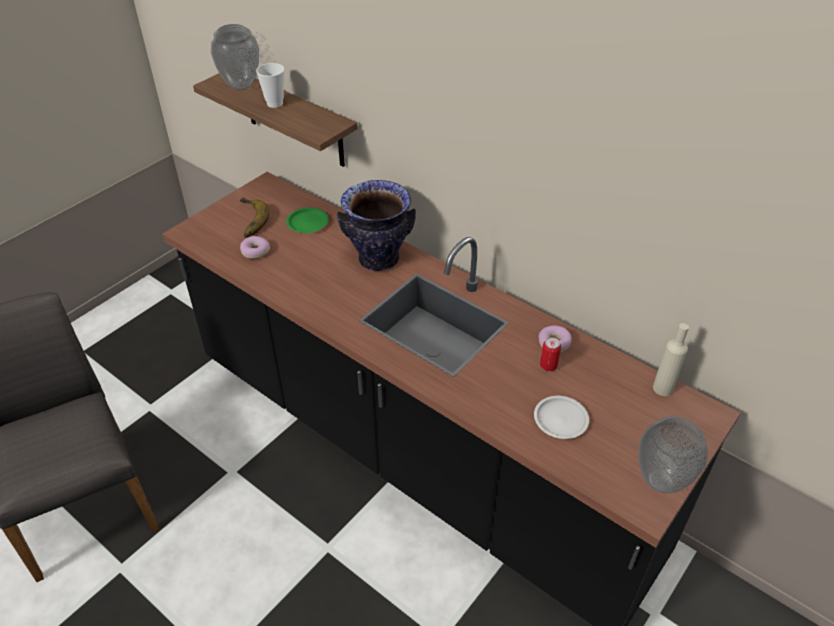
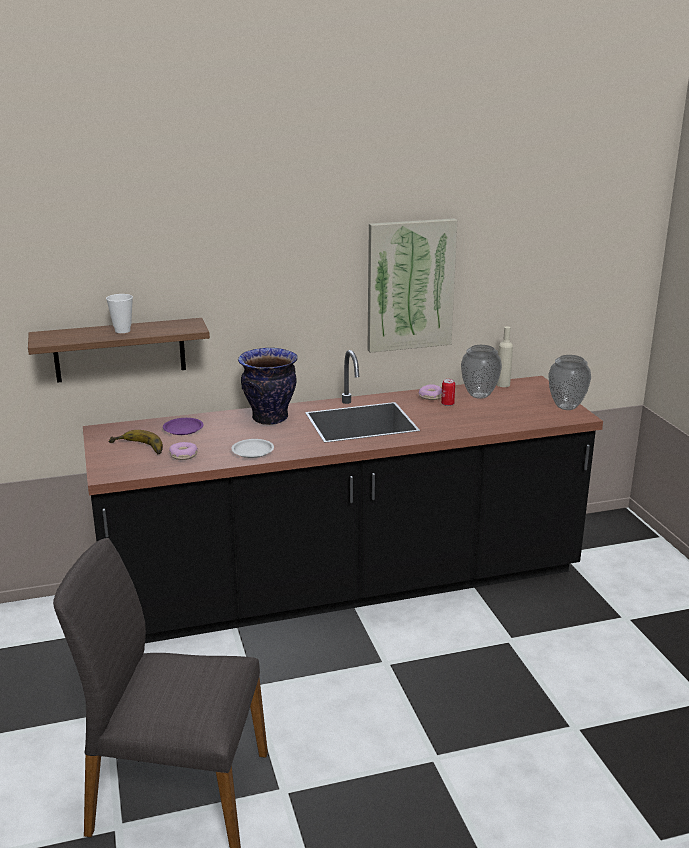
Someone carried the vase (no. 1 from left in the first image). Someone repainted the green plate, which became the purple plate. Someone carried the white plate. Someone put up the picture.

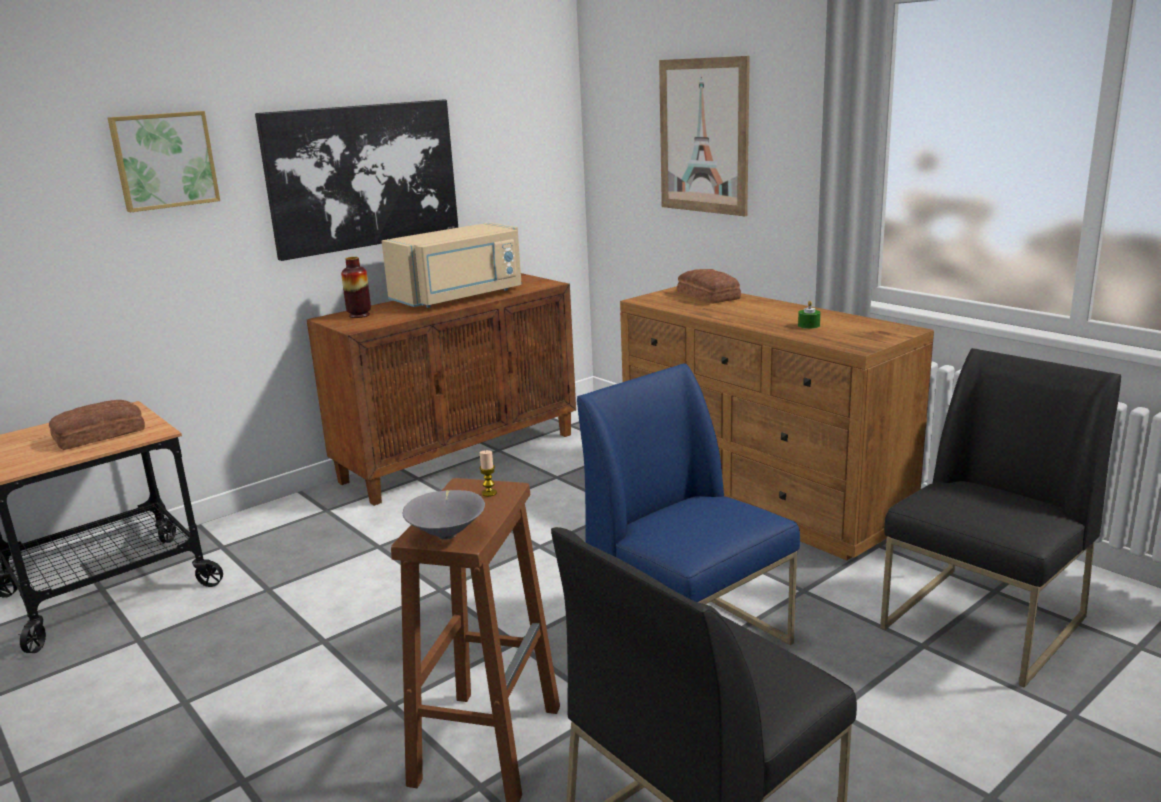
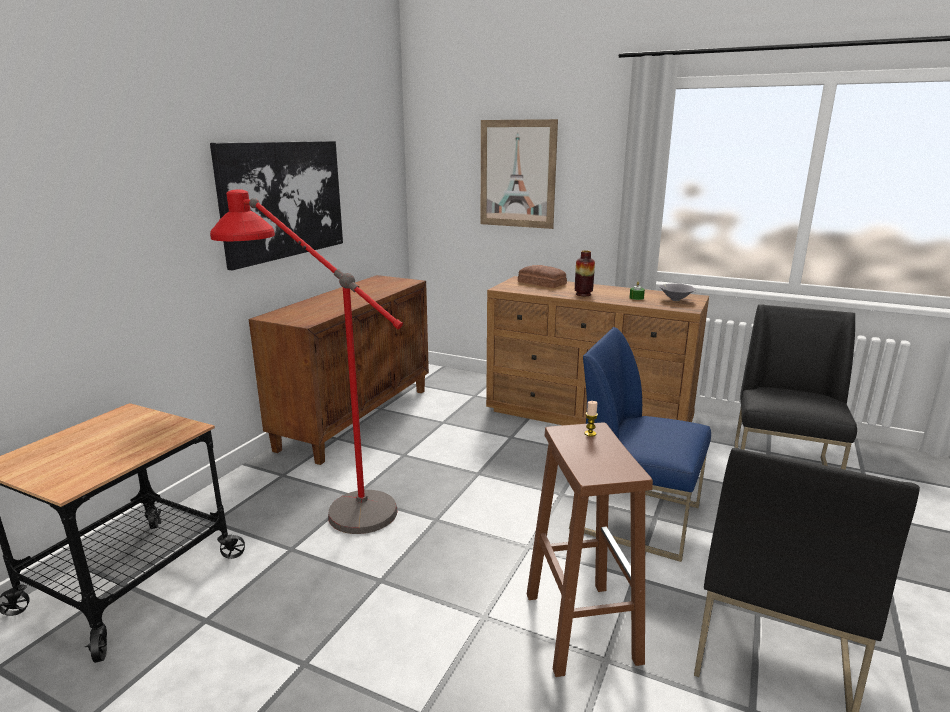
Someone took away the bread (no. 1 from left). Someone took away the picture (no. 1 from left). Someone carried the vase. Someone took away the beige microwave. Someone carried the grey bowl. Someone put down the red floor lamp.

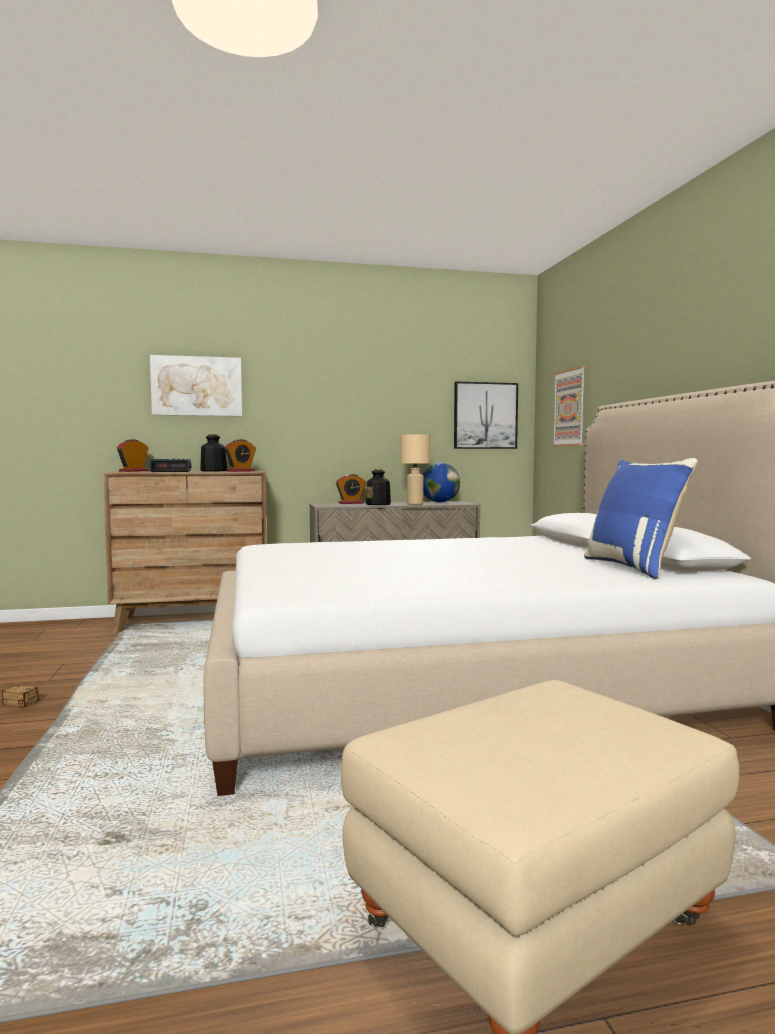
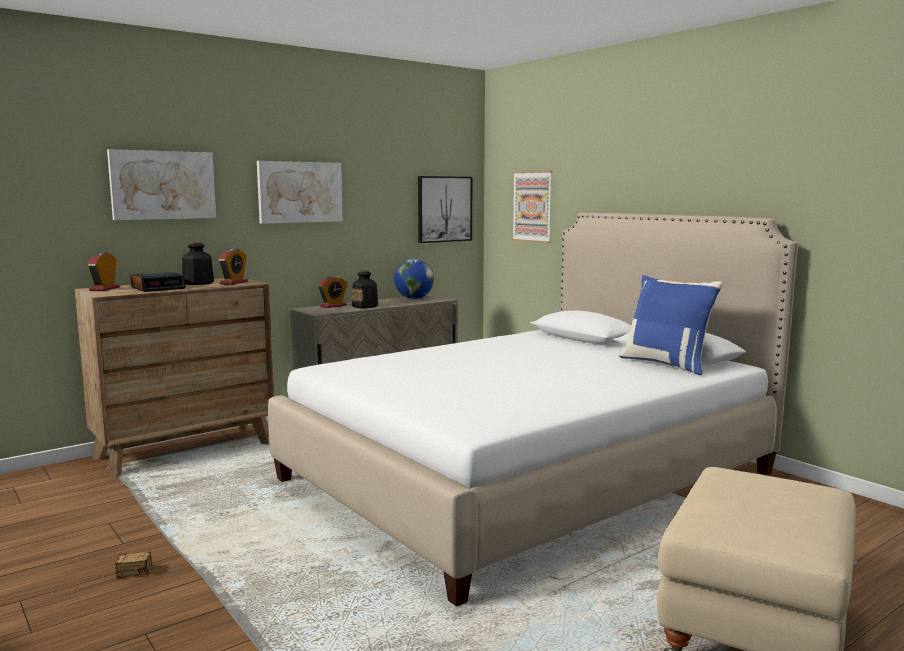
Someone took away the beige table lamp. Someone put up the picture (no. 2 from left).

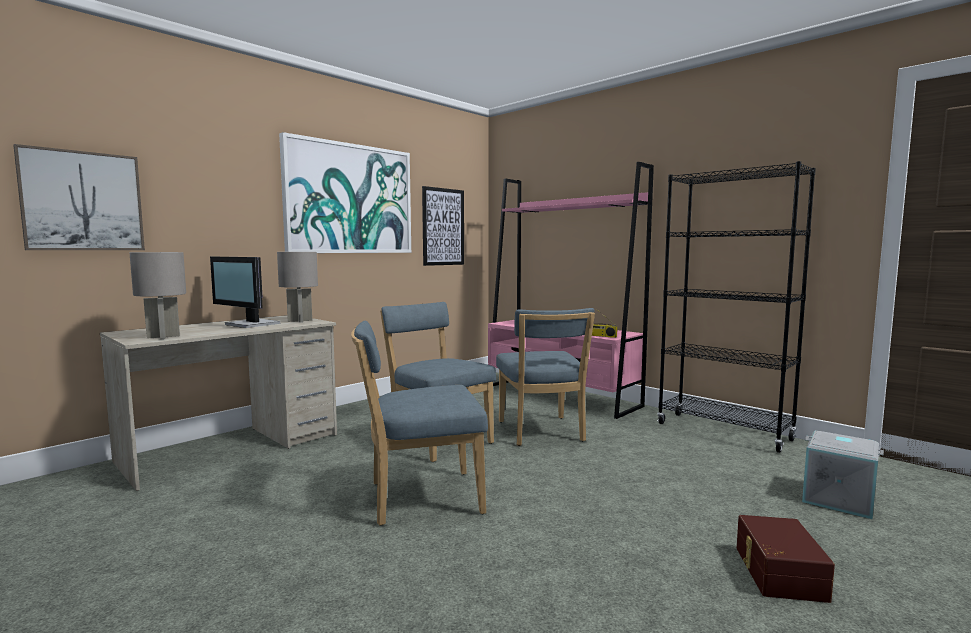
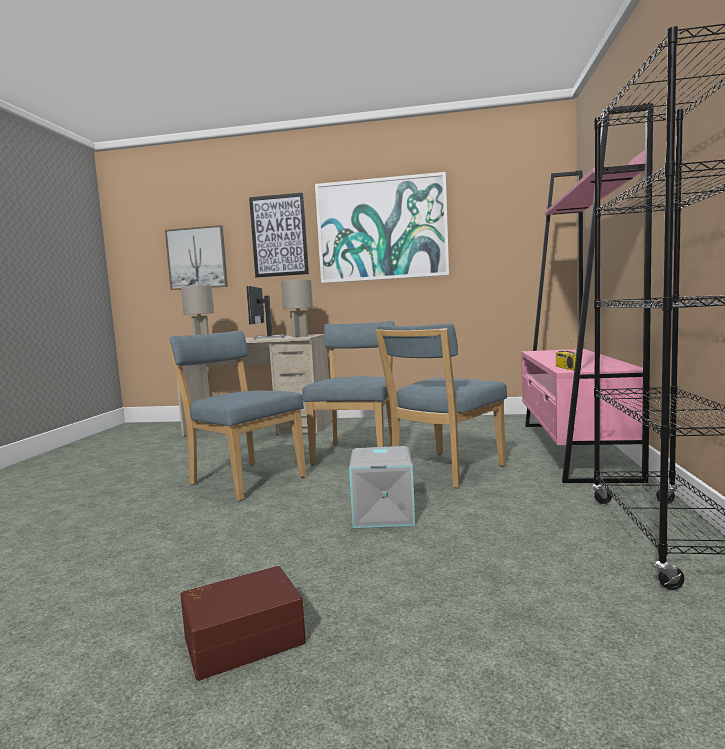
Someone carried the picture (no. 3 from left in the first image). Someone carried the grey storage box.

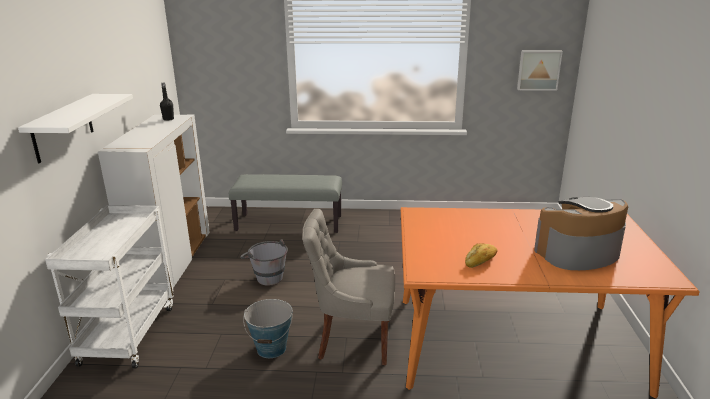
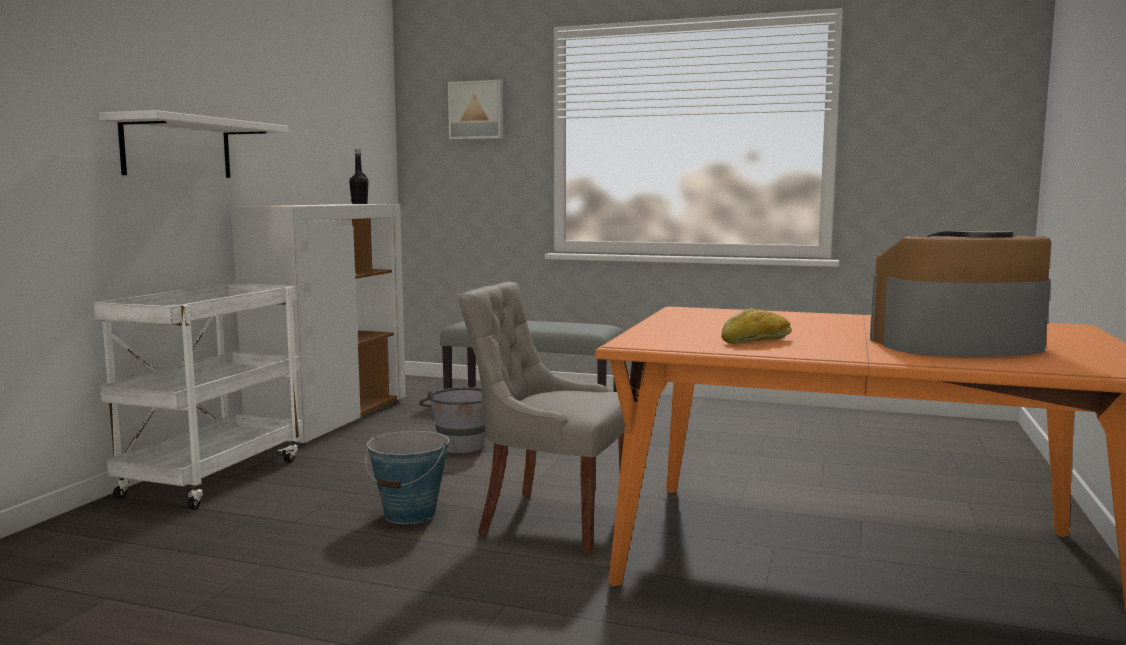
Someone carried the picture.

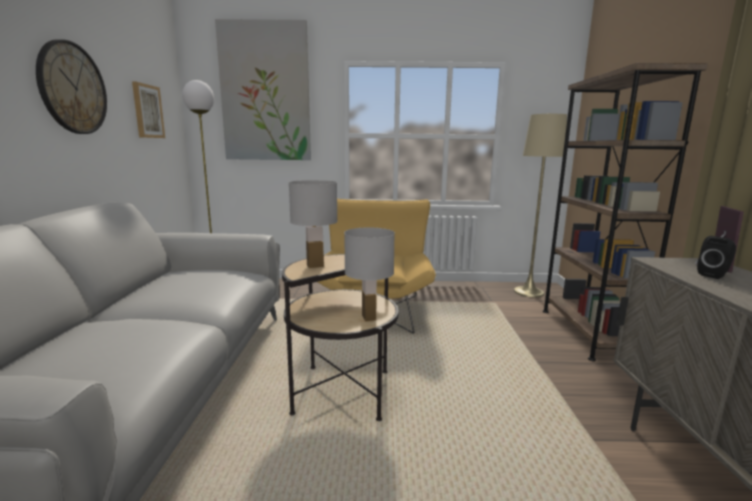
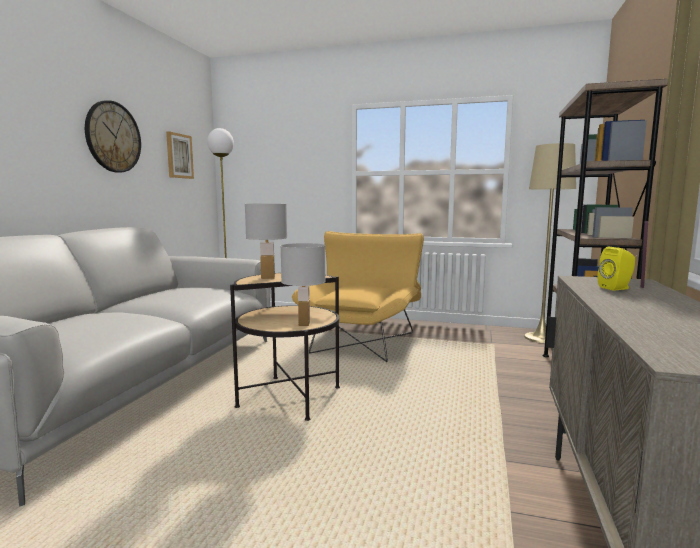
Someone took away the picture (no. 2 from left). Someone repainted the black speaker, which became the yellow speaker.

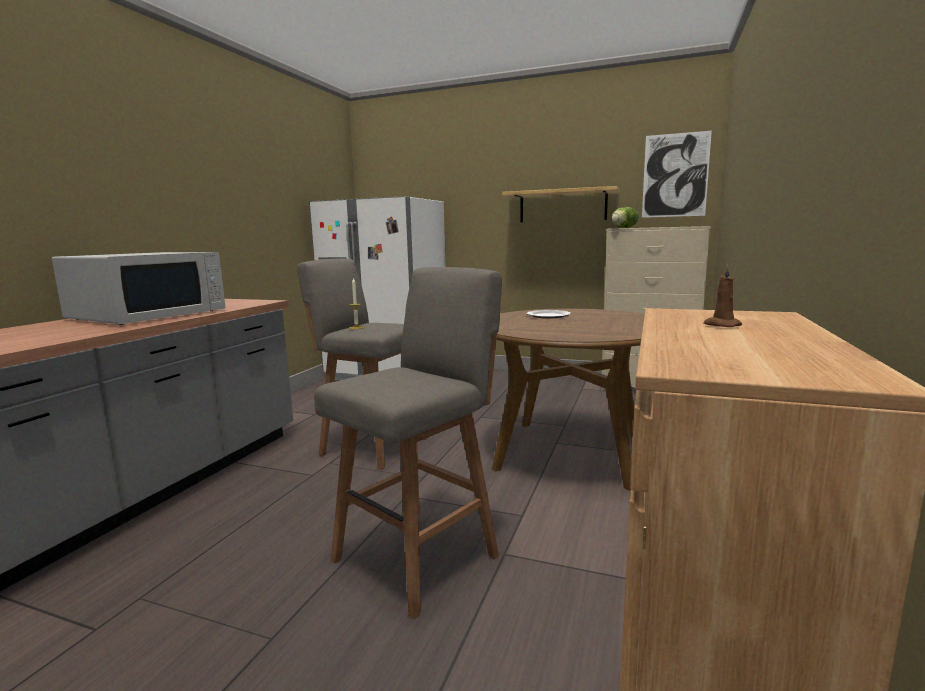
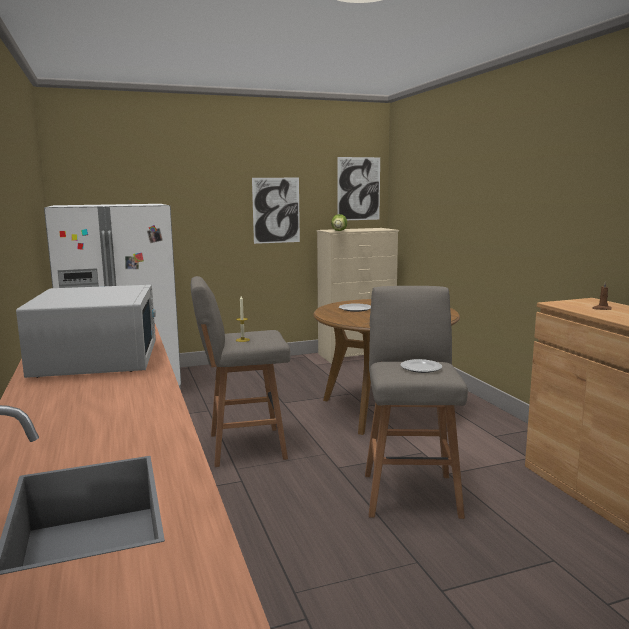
Someone swapped the shelf for the picture (no. 1 from left). Someone put down the plate (no. 2 from left).

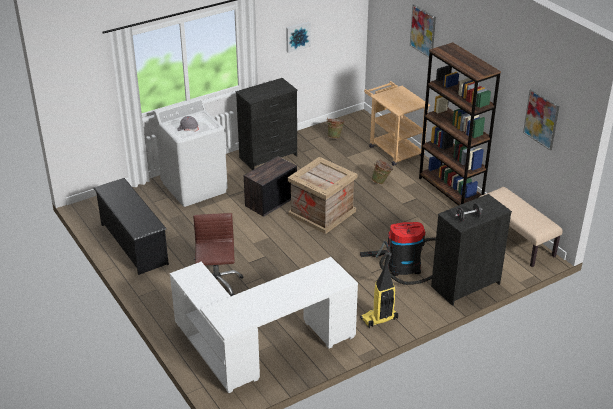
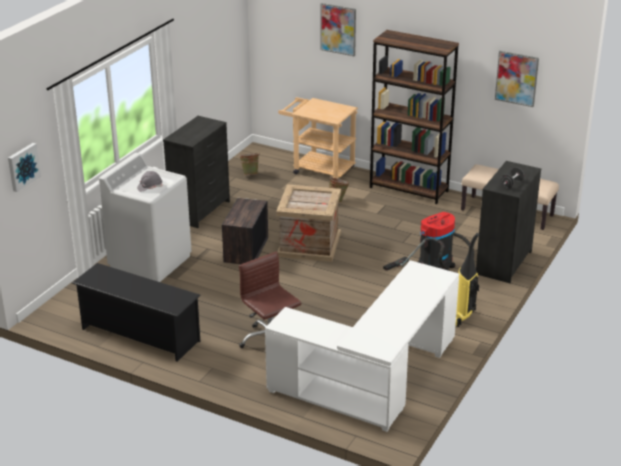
Someone carried the picture (no. 1 from left).

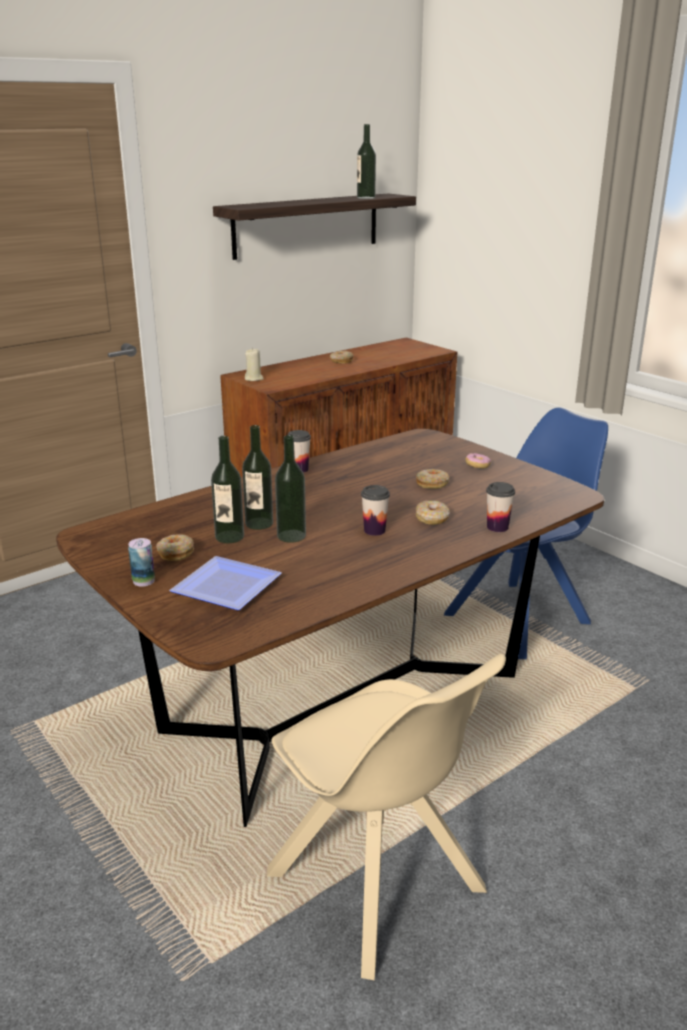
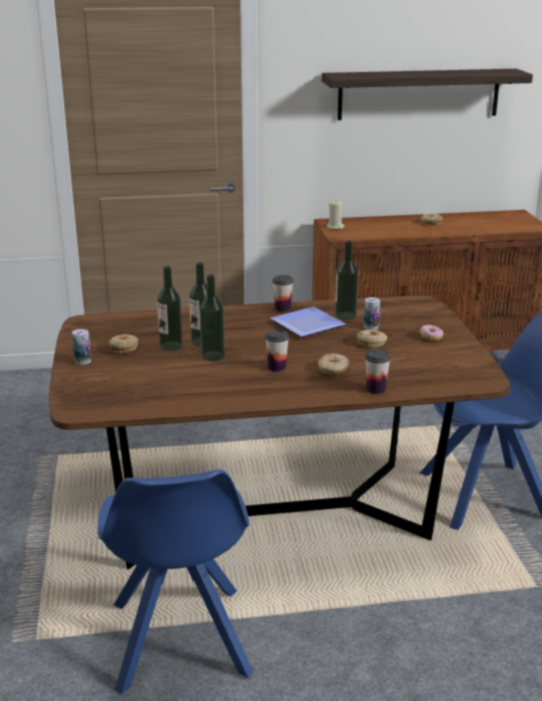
Someone carried the plate. Someone repainted the beige chair, which became the blue chair (no. 1 from left). Someone carried the bottle (no. 4 from left). Someone put down the can (no. 2 from left).

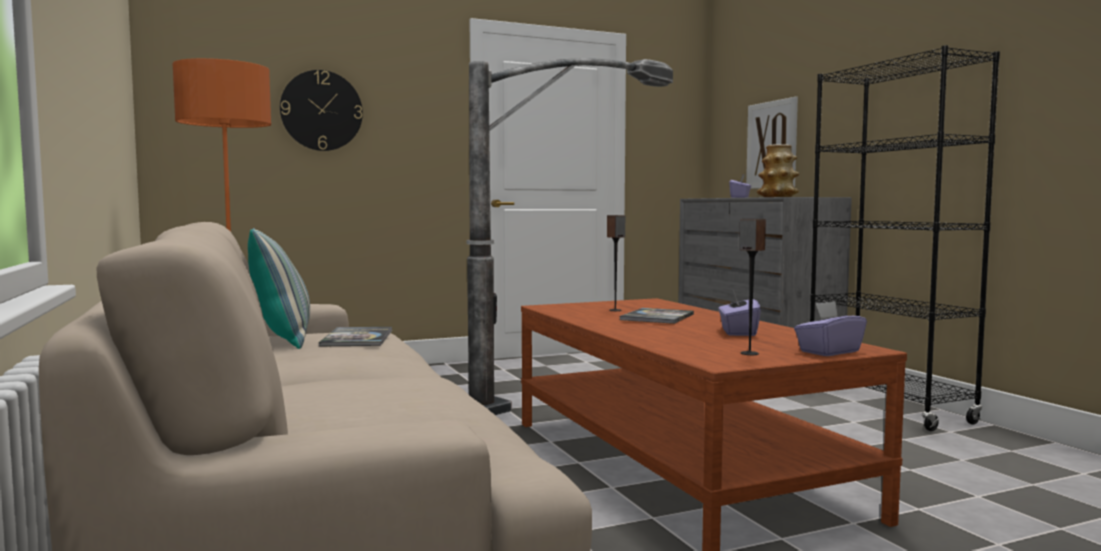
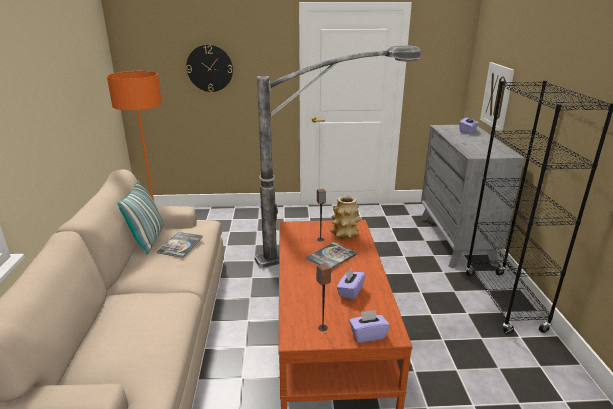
Someone carried the vase.

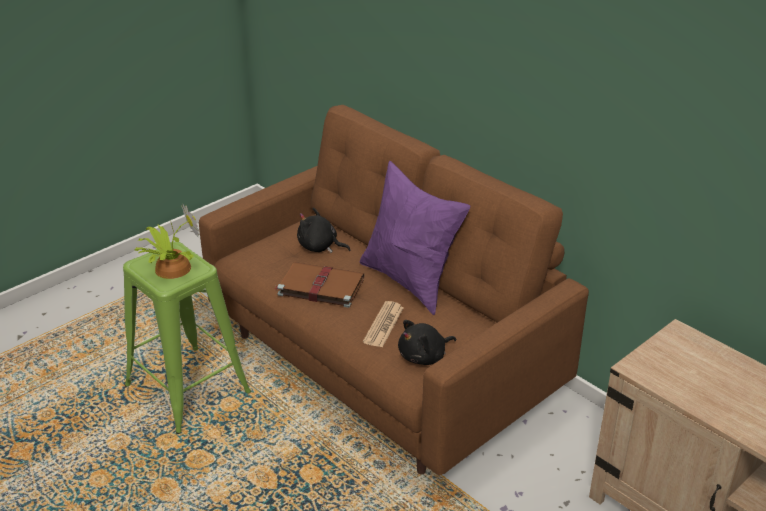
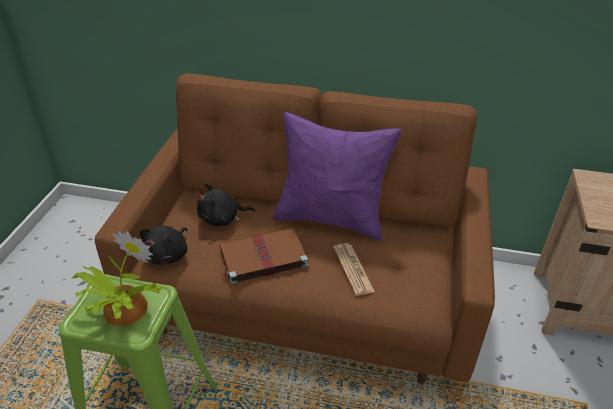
Someone carried the black plush toy (no. 2 from left in the first image).

